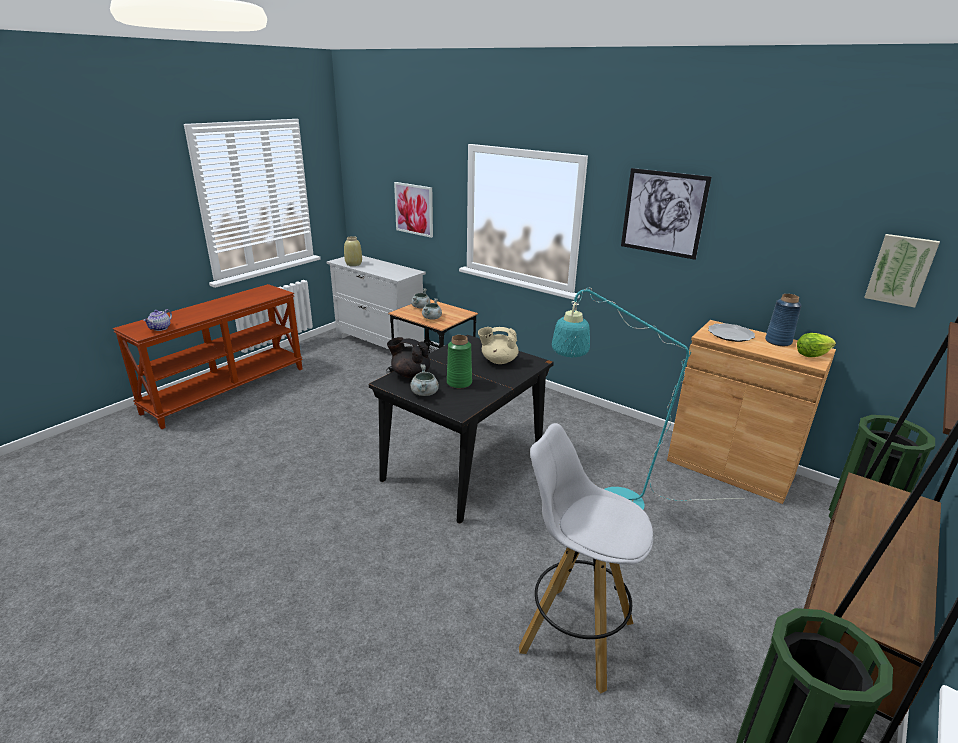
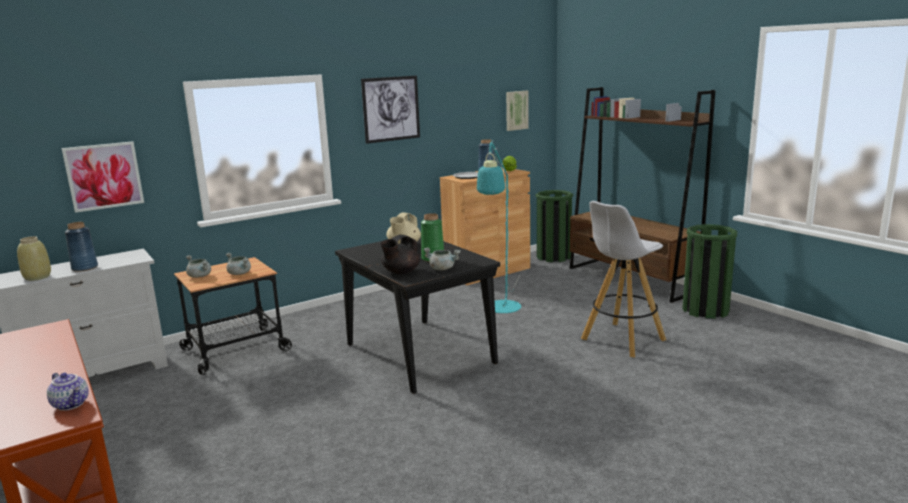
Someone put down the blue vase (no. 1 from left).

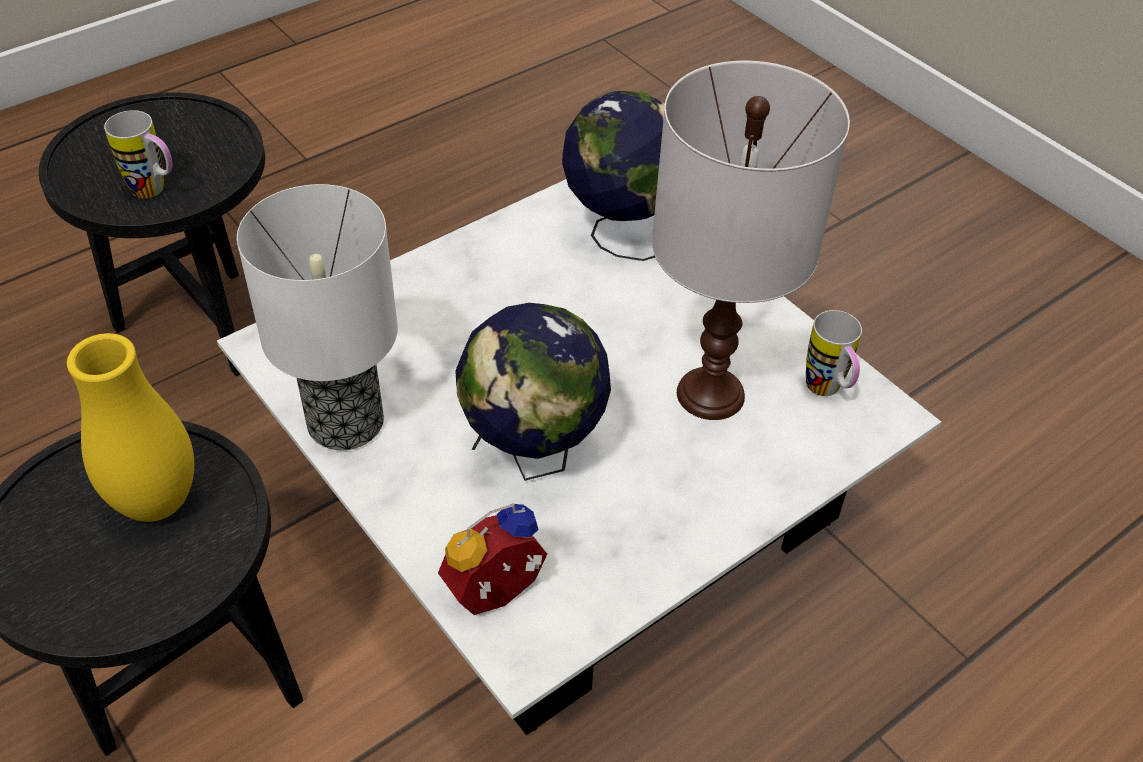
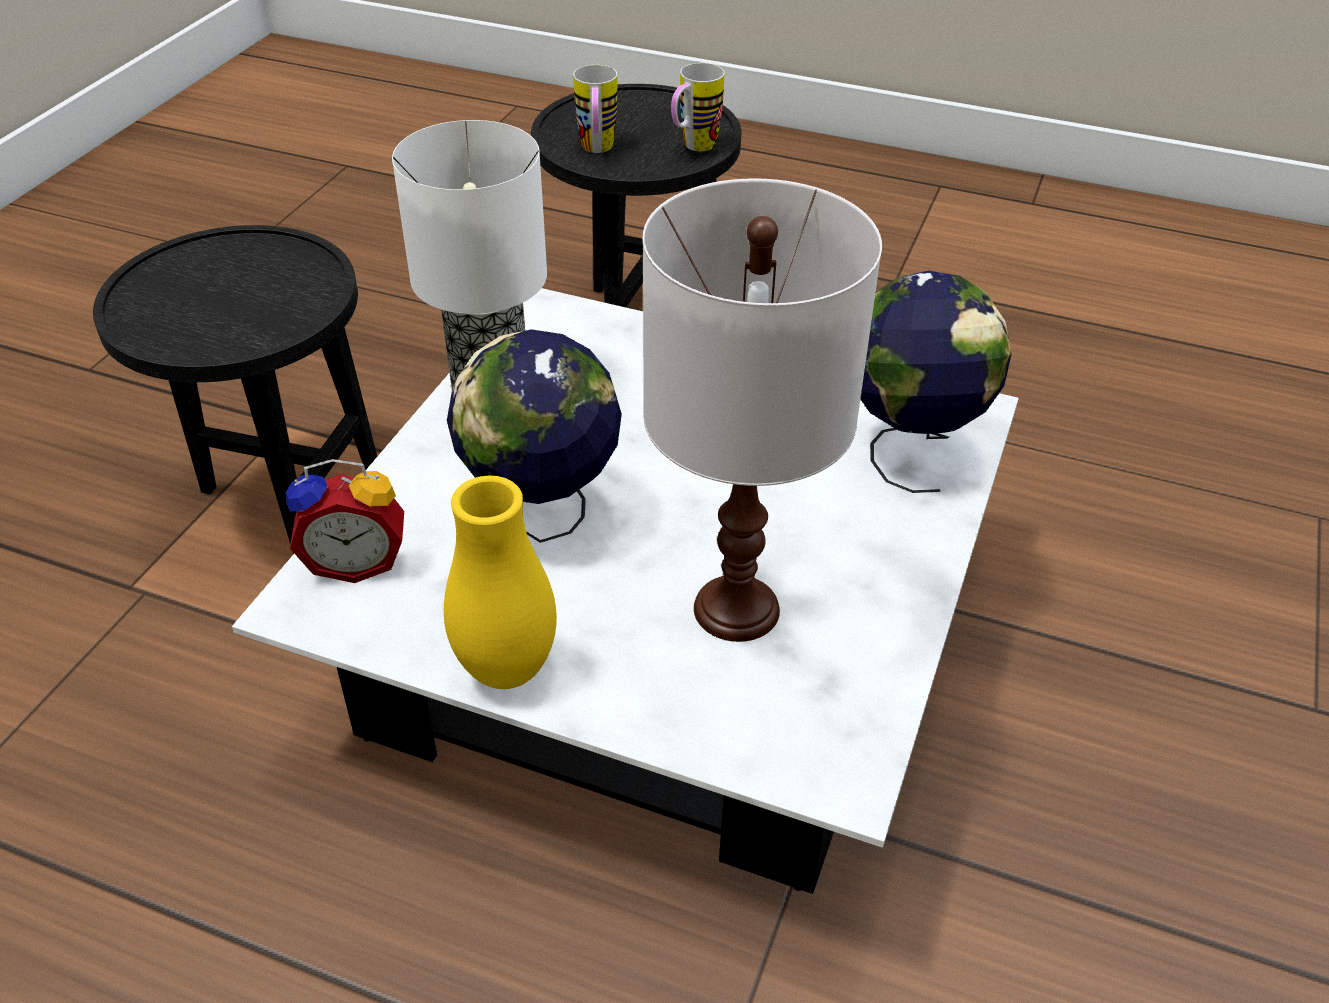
Someone carried the yellow vase. Someone rotated the alarm clock by 150 degrees clockwise. Someone carried the mug (no. 2 from left).

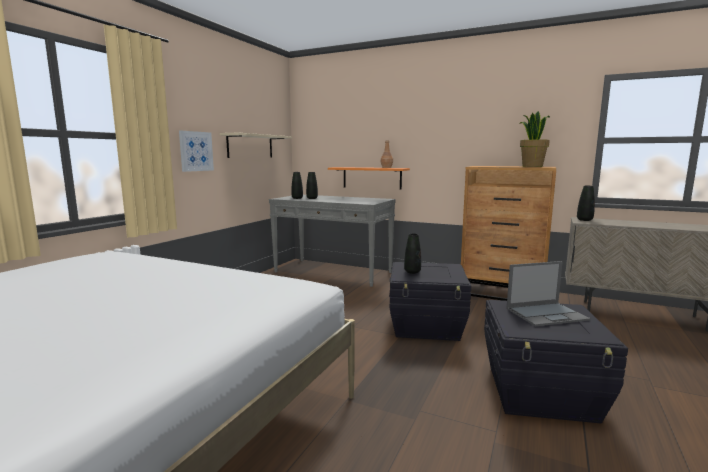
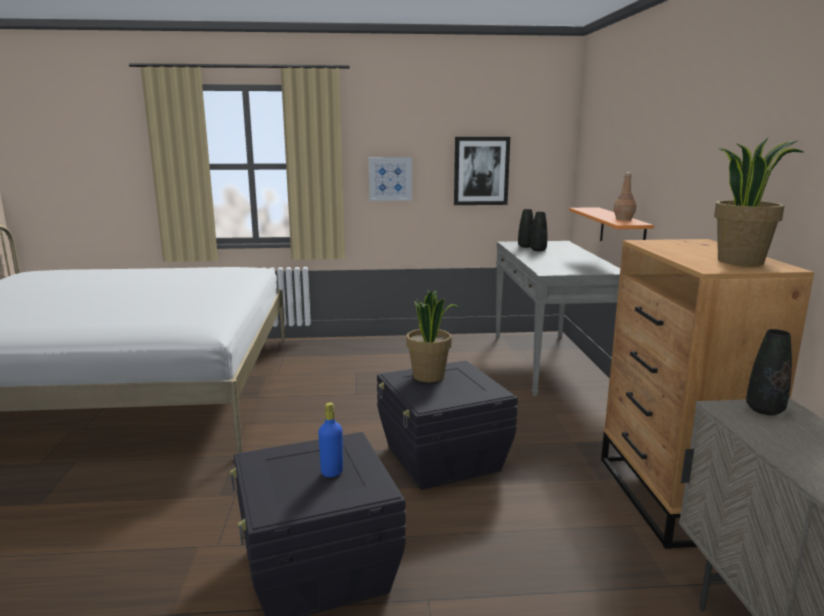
Someone swapped the beige shelf for the picture (no. 2 from left). Someone swapped the black vase (no. 3 from left) for the potted plant (no. 1 from left). Someone swapped the laptop for the blue bottle.

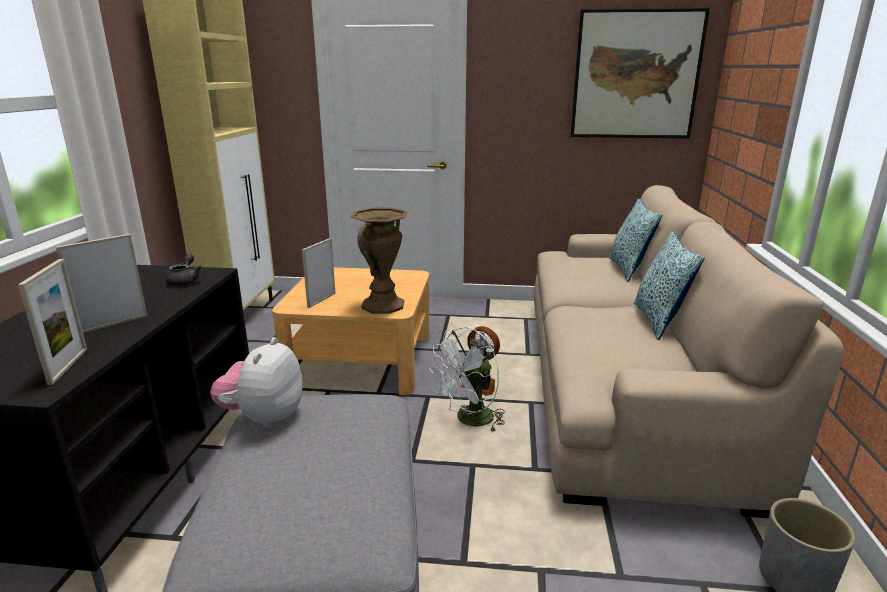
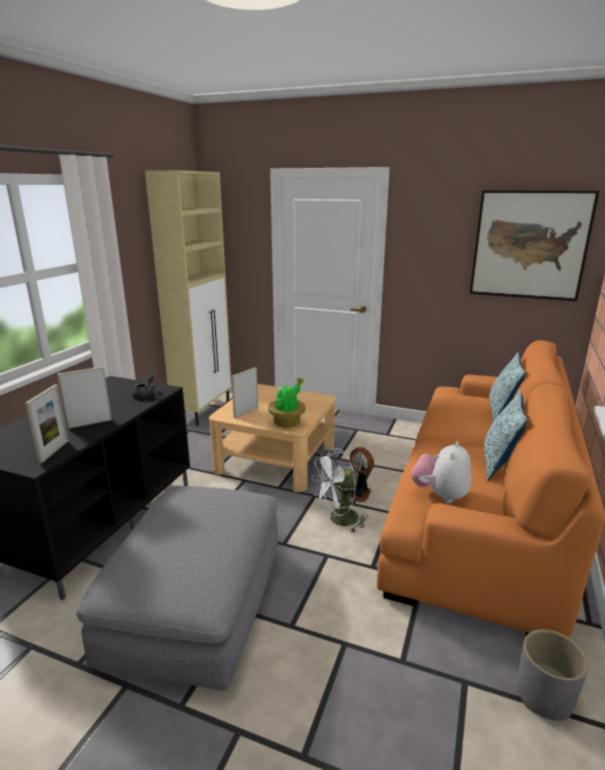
Someone carried the plush toy. Someone swapped the brown vase for the potted plant. Someone repainted the beige sofa, which became the orange sofa.

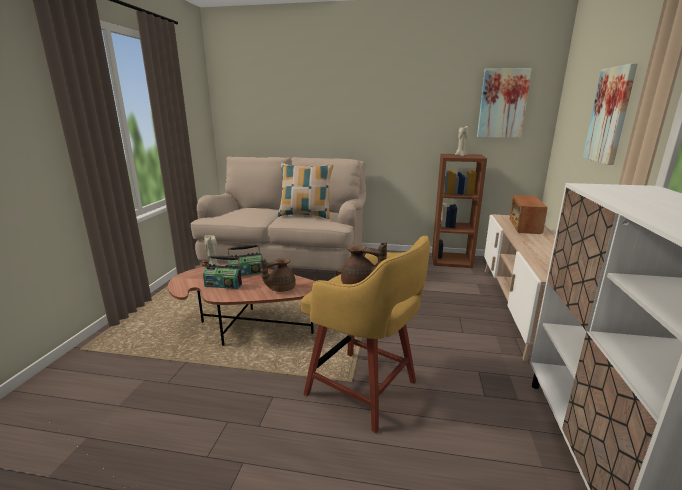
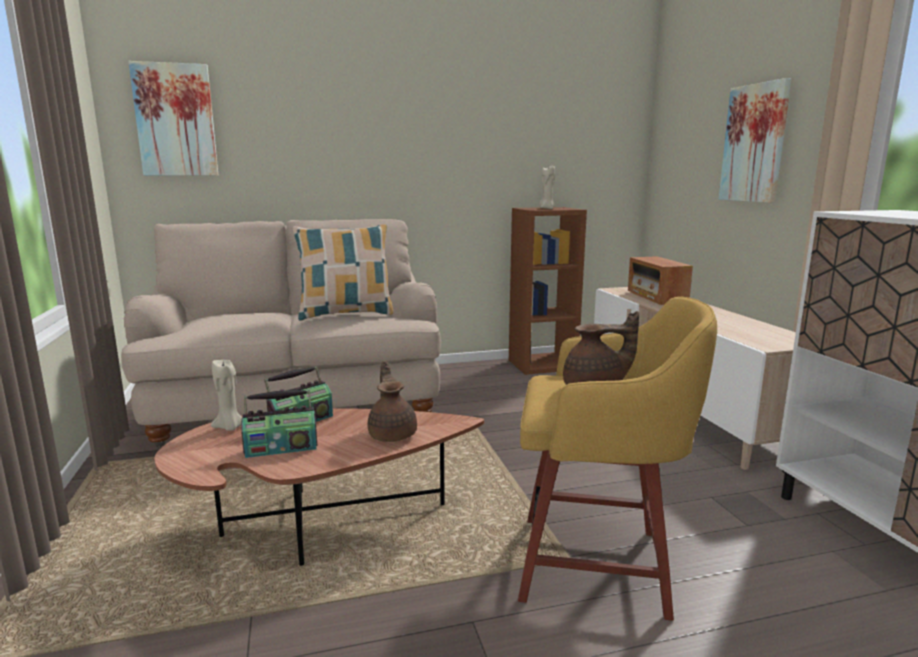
Someone rotated the brown teapot (no. 1 from left) by 135 degrees clockwise. Someone carried the picture (no. 1 from left).

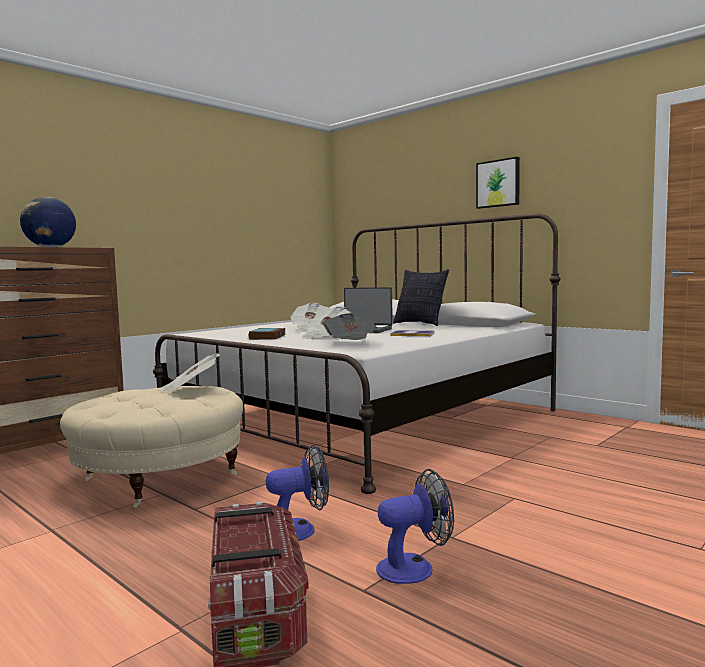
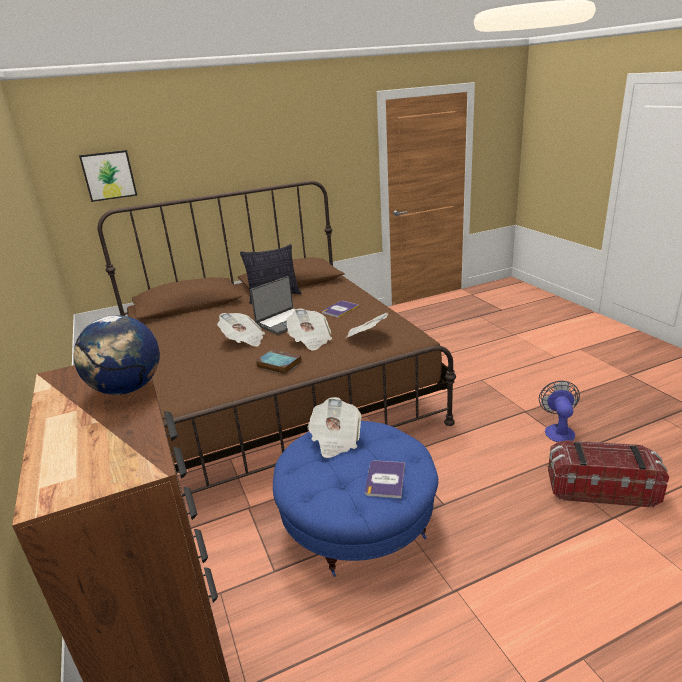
Someone repainted the beige ottoman, which became the blue ottoman. Someone repainted the white bed, which became the brown bed. Someone took away the fan (no. 1 from left). Someone carried the picture. Someone put down the book (no. 3 from left).

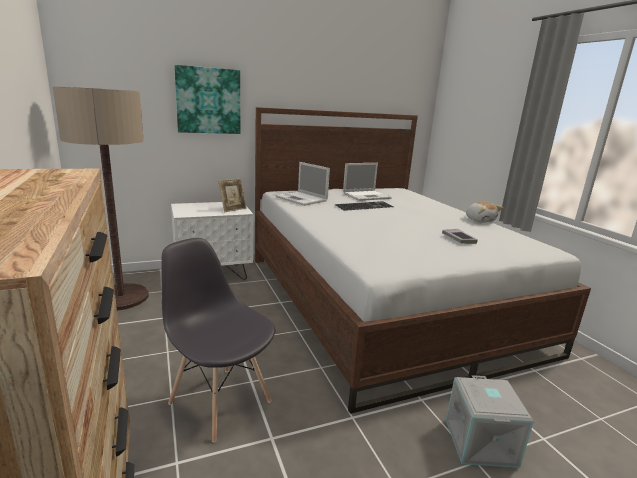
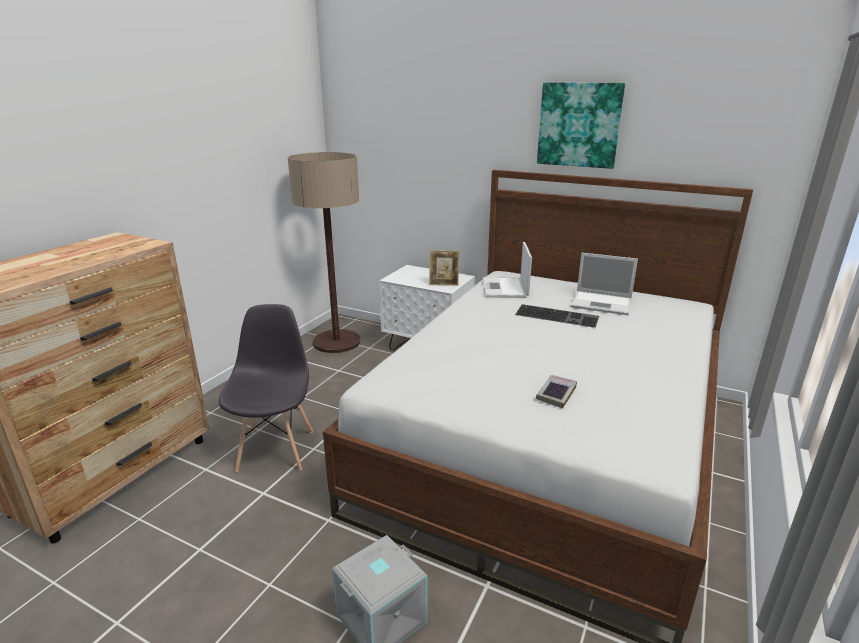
Someone carried the picture. Someone took away the plush toy.

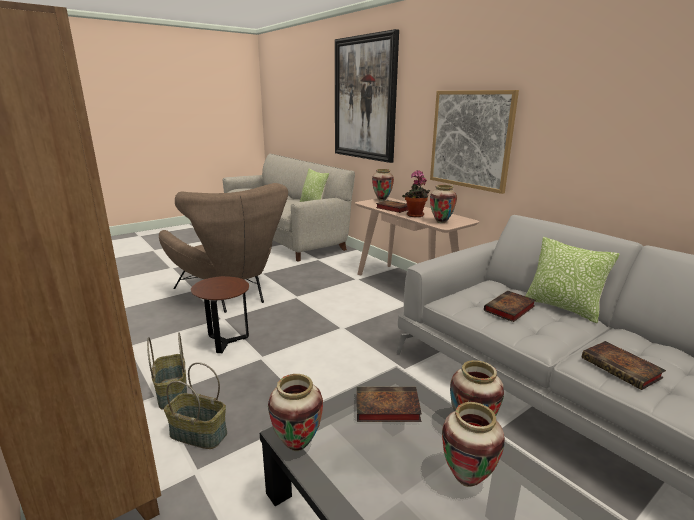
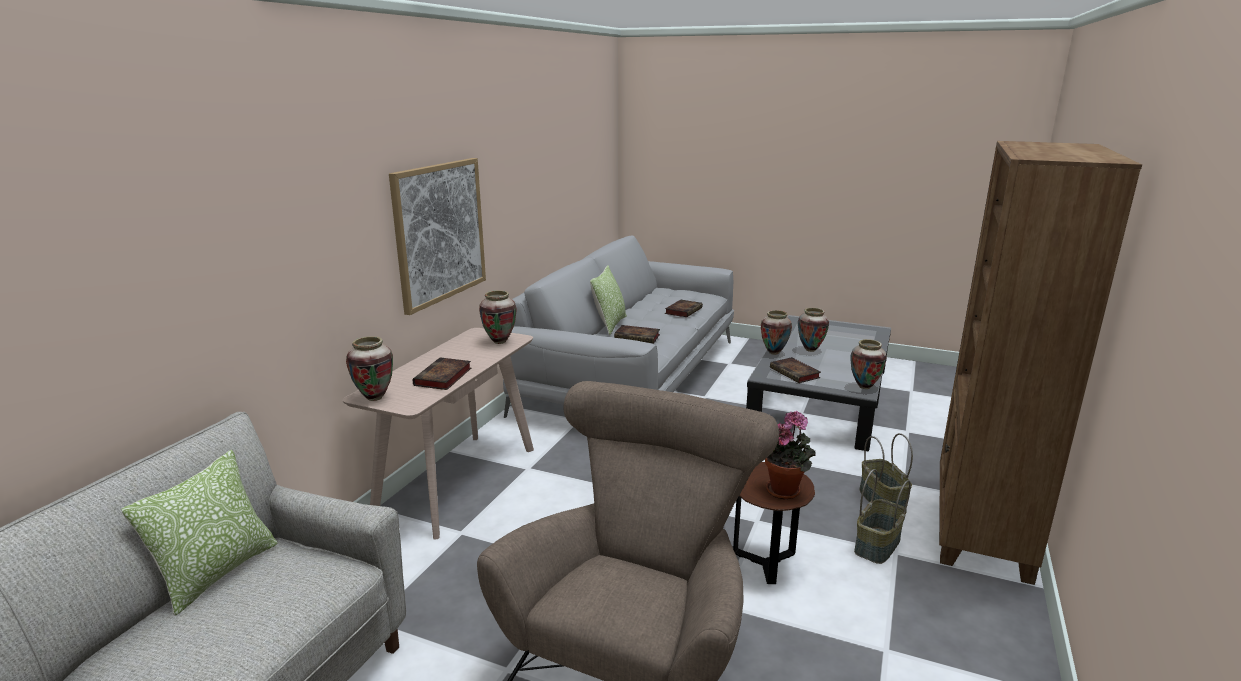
Someone took away the picture (no. 1 from left). Someone carried the potted plant.

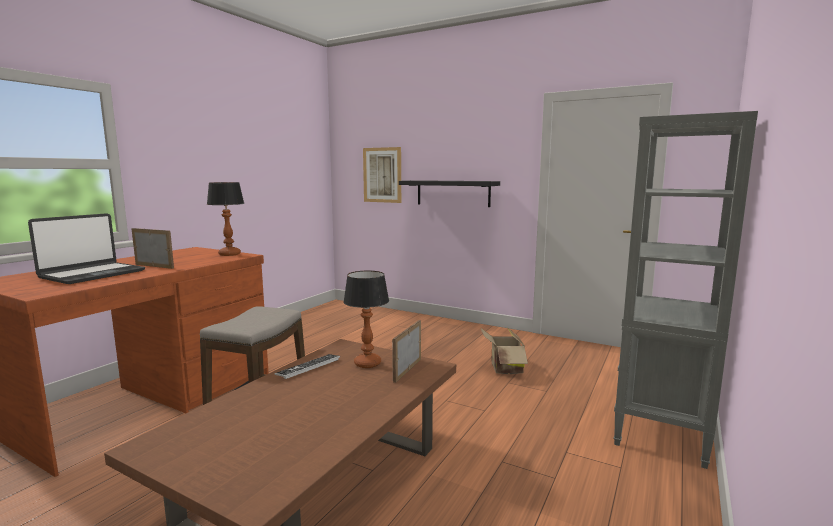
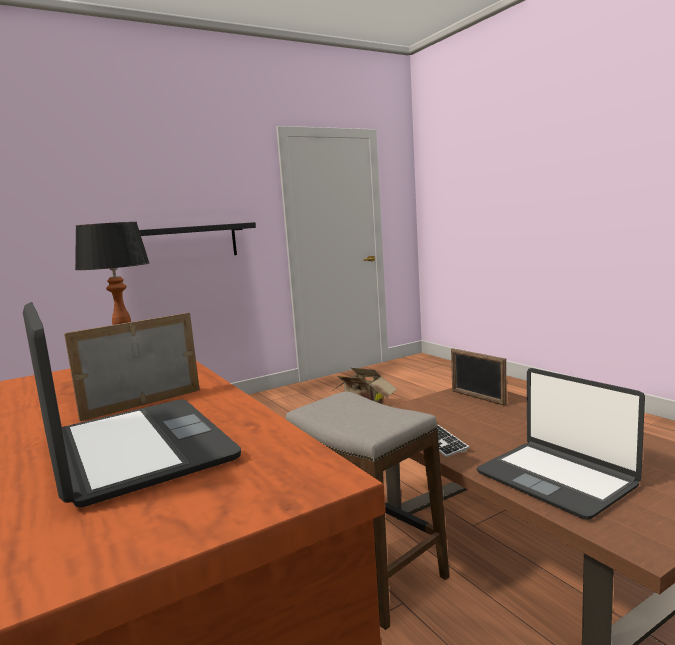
Someone took away the table lamp (no. 2 from left). Someone took away the picture. Someone took away the grey bookcase. Someone put down the laptop (no. 2 from left).

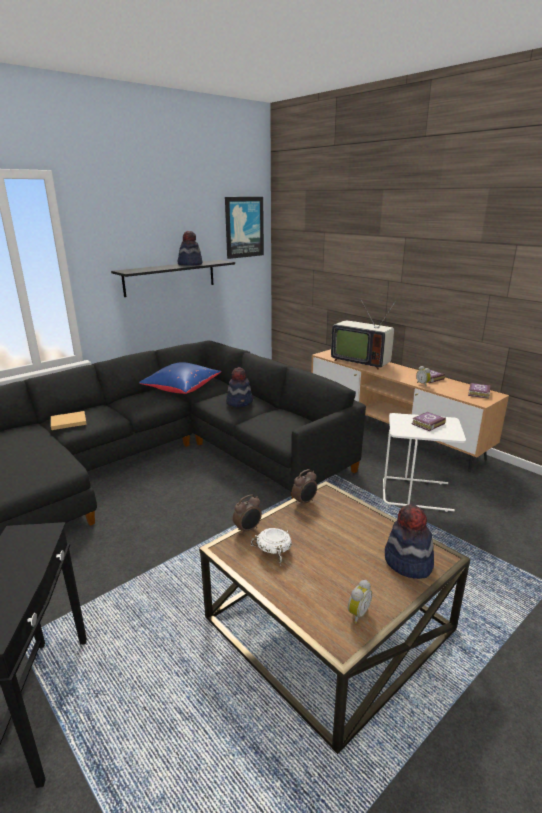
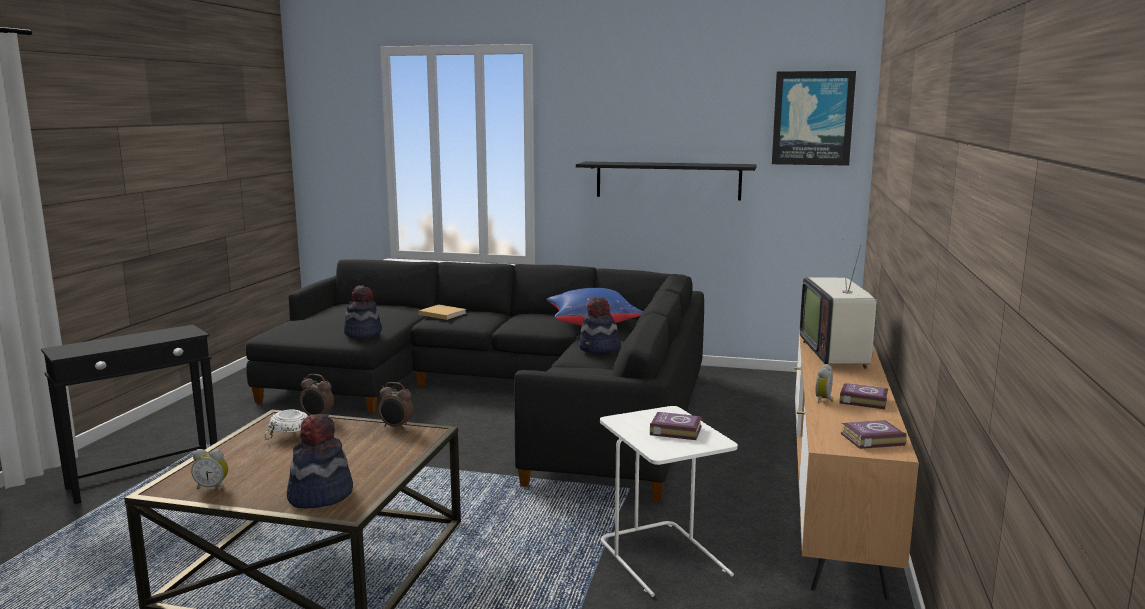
Someone carried the hat (no. 1 from left in the first image).

